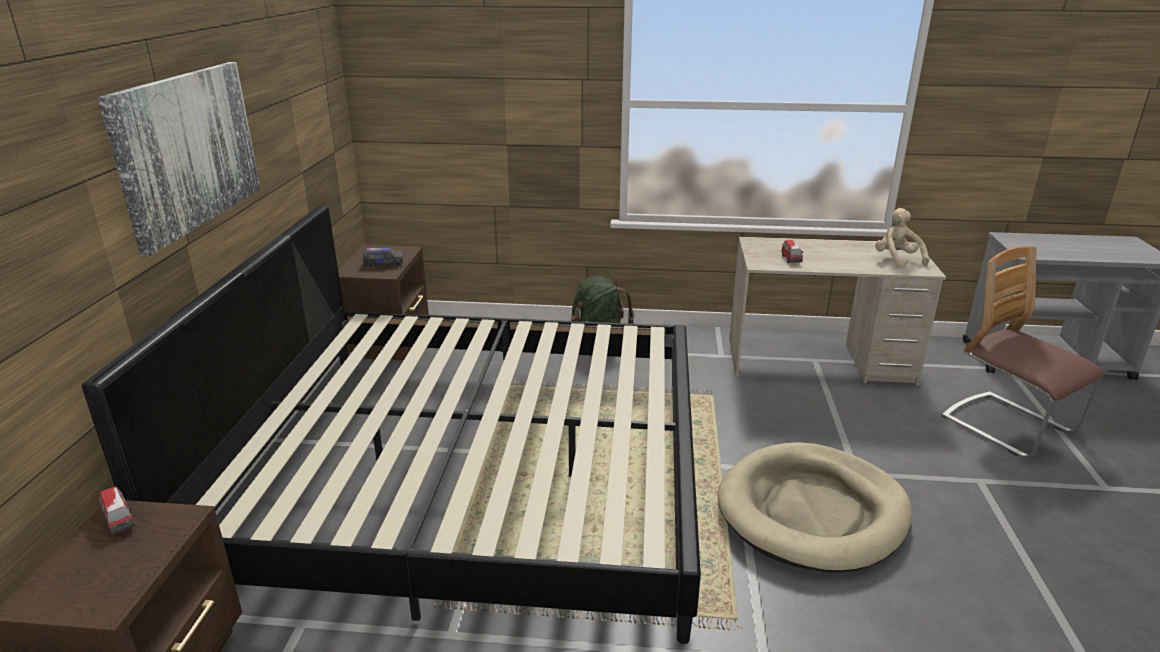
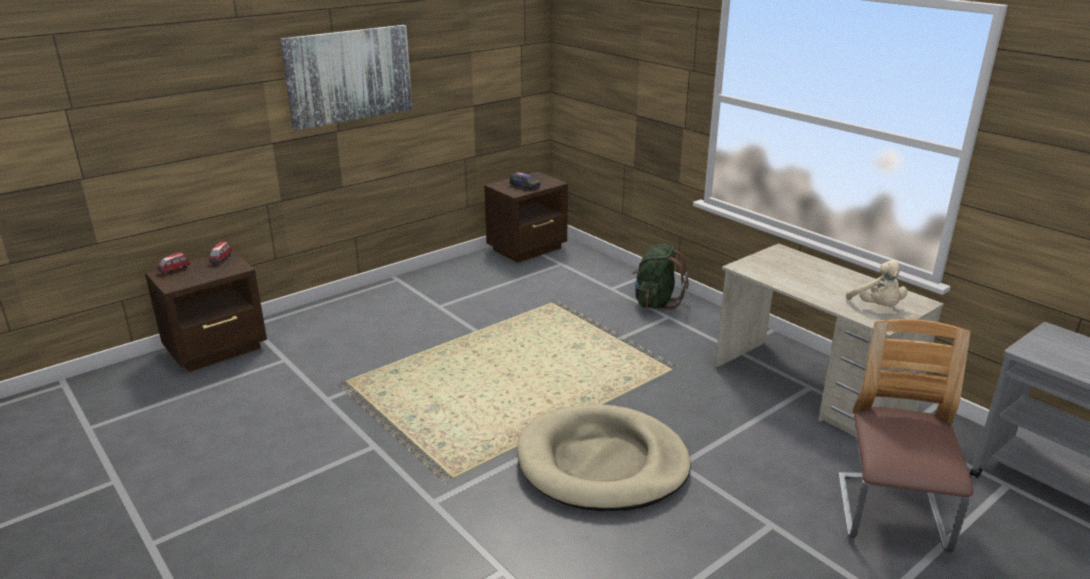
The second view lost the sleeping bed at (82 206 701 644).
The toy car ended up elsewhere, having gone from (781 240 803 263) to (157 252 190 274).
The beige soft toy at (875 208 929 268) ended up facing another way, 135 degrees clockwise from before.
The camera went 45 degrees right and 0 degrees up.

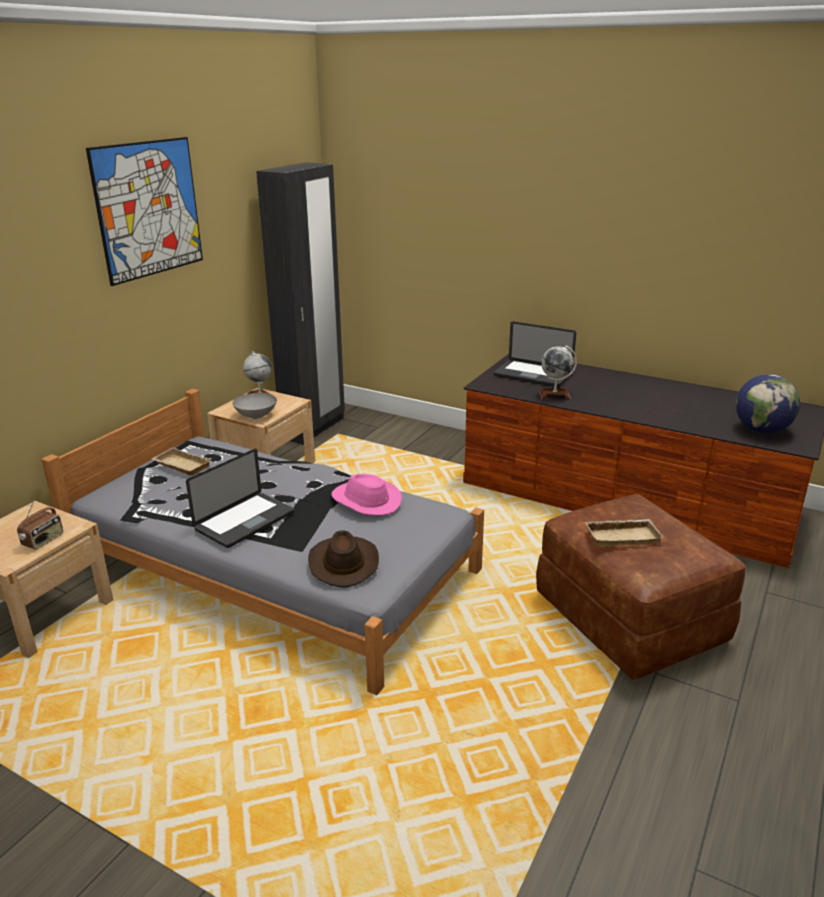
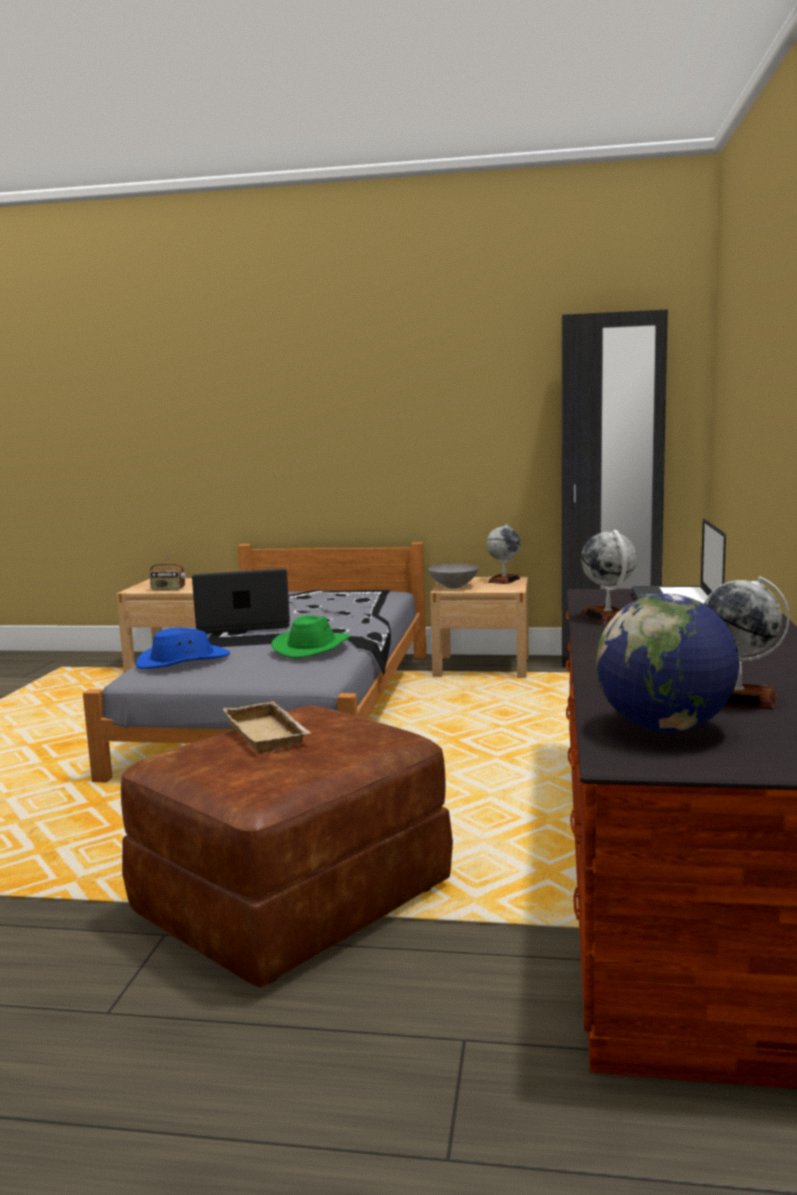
The second view lost the wall art at (86 137 203 286).
The second view lost the beige serving tray at (152 447 212 476).
The second view gained the desk globe at (704 576 790 709).
What was the brownish clothing hat at (308 530 379 587) turned into the blue clothing hat at (136 628 230 669).
What was the pink clothing hat at (331 474 402 516) turned into the green-coloured clothing hat at (271 615 351 658).
The laptop at (186 449 294 548) ended up facing another way, 150 degrees clockwise from before.
The camera went 70 degrees right and 15 degrees down.

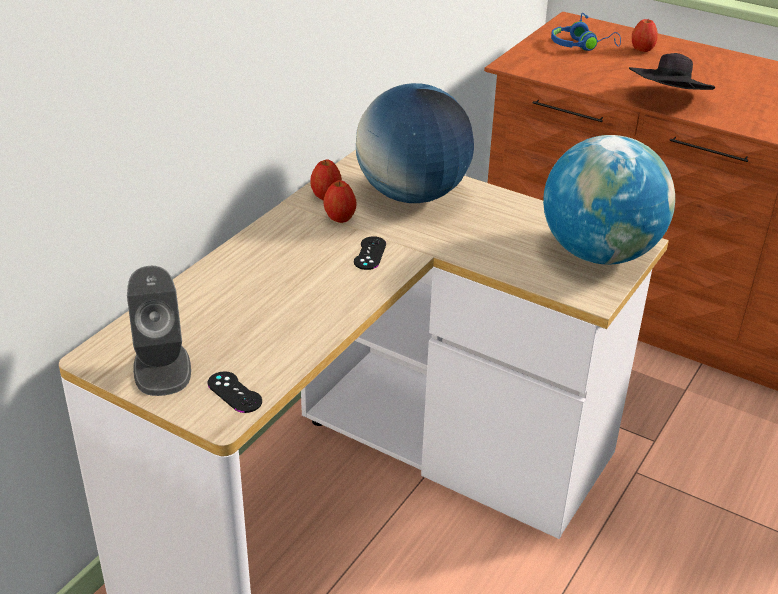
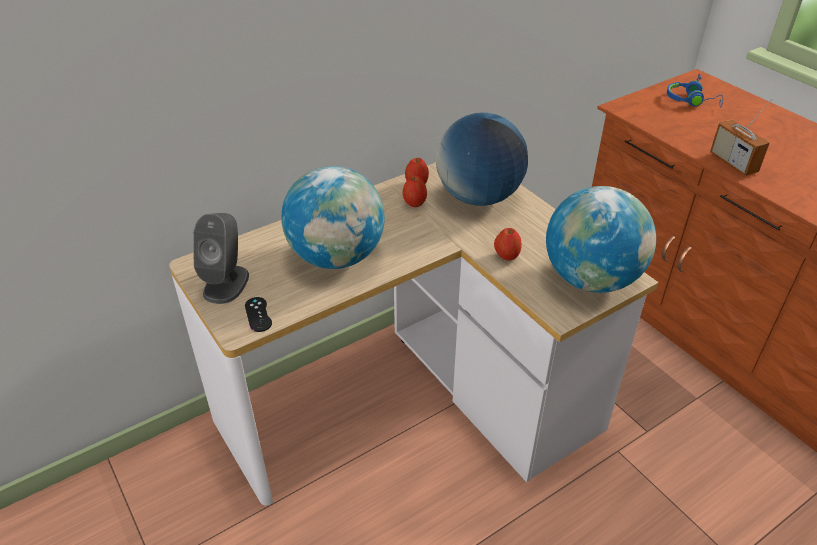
The second view lost the blackish gamepad at (354 236 386 270).
The second view gained the desk globe at (281 166 385 269).
The apple ended up elsewhere, having gone from (632 19 658 52) to (494 228 522 261).
Where the blackish clothing hat stood at (629 53 715 90), the radio receiver came to stand at (710 99 773 176).
The camera went 25 degrees right and 5 degrees up.

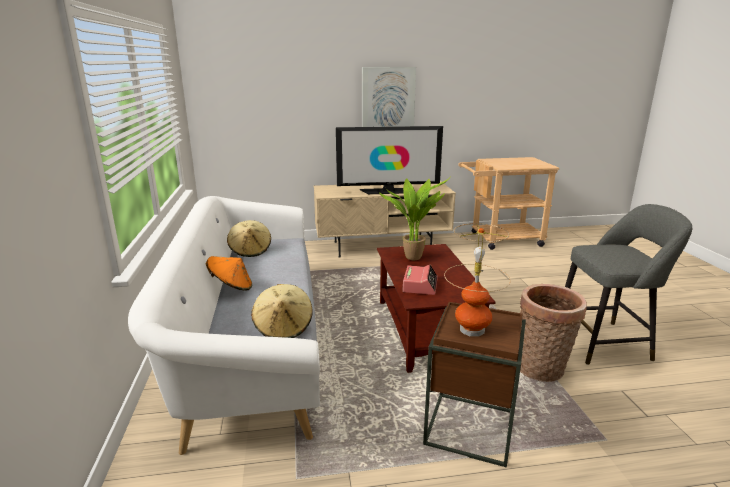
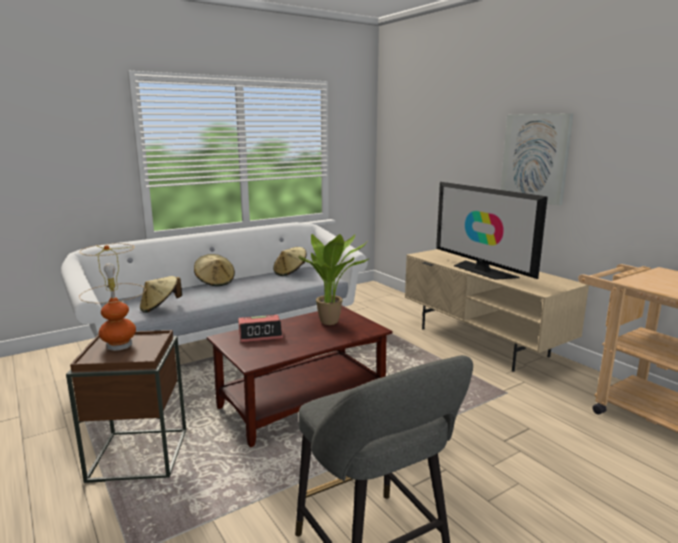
The second view lost the household basket at (520 284 587 382).
What was the orange clothing hat at (206 256 252 290) turned into the beige clothing hat at (194 254 235 286).
The camera went 65 degrees right and 5 degrees down.

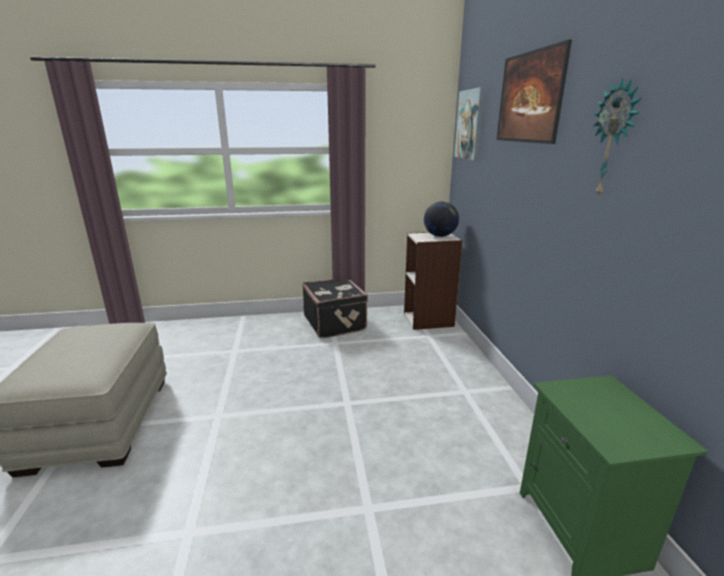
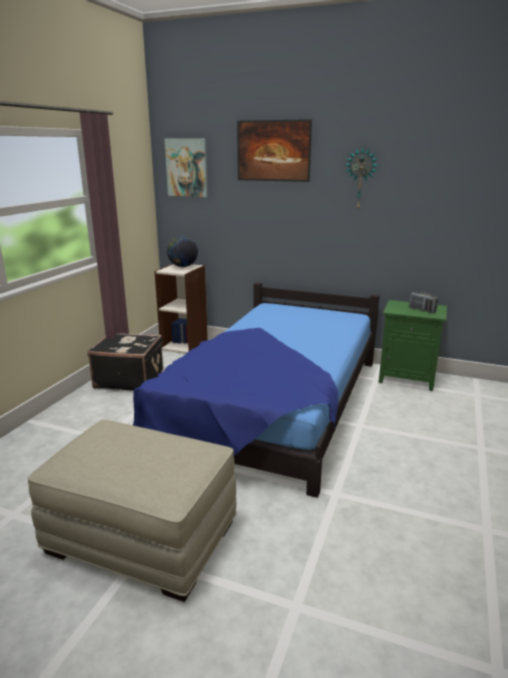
The second view gained the sleeping bed at (133 282 379 498).
The second view gained the radio receiver at (409 292 438 313).
The camera went 60 degrees left and 0 degrees up.

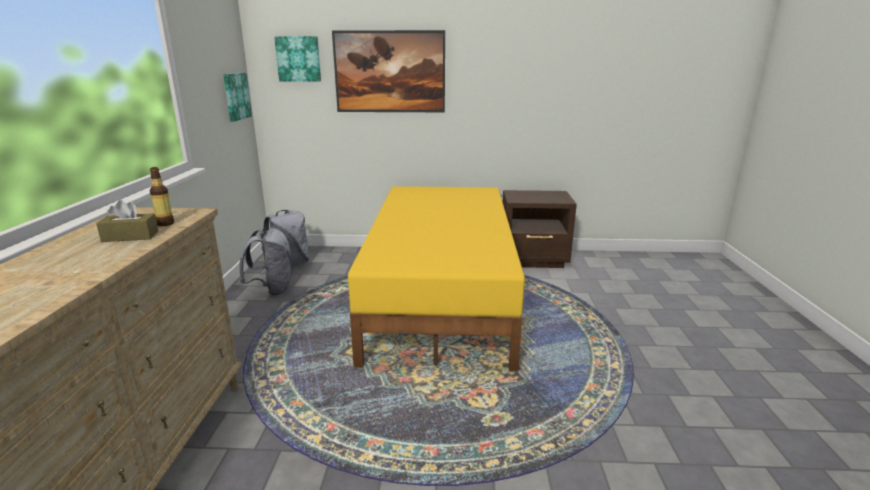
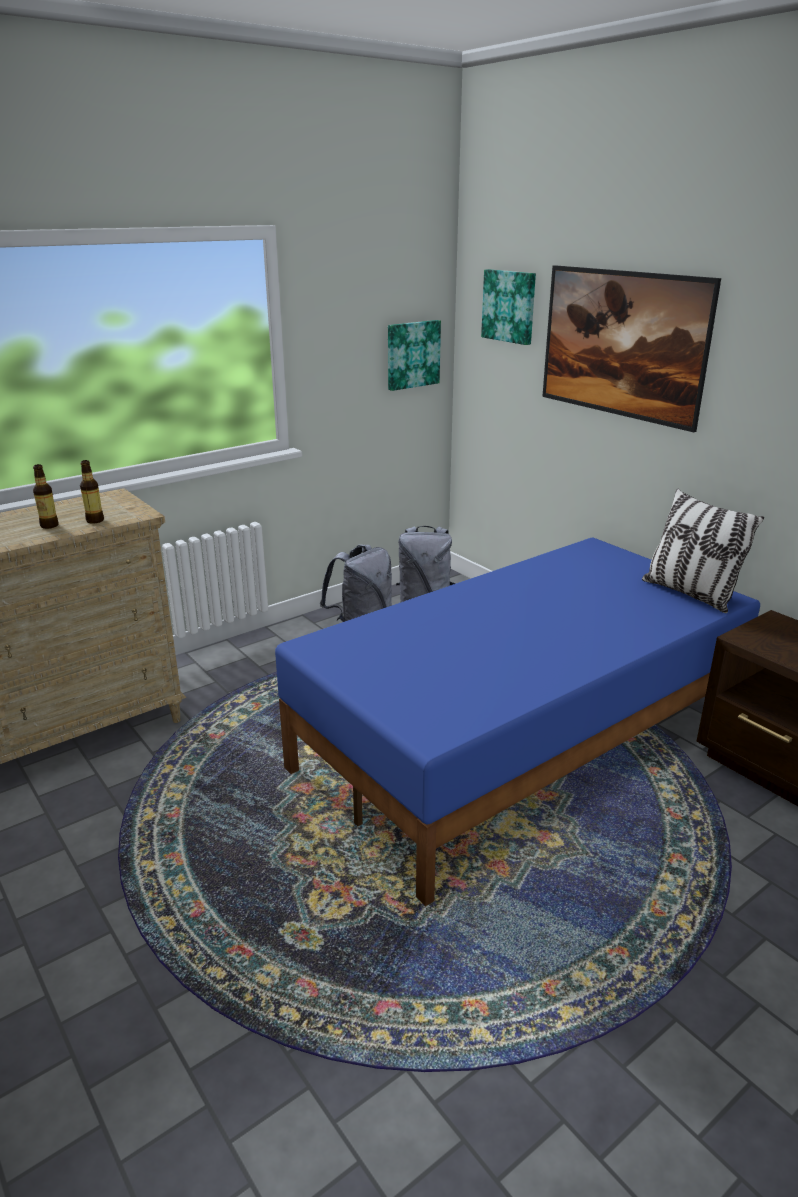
The second view gained the pillow at (642 489 764 613).
Where the brownish tissue box stood at (96 200 158 242), the bottle came to stand at (33 464 59 529).
What was the yellow sleeping bed at (348 186 525 372) turned into the blue sleeping bed at (275 538 760 906).
The camera went 50 degrees right and 5 degrees up.

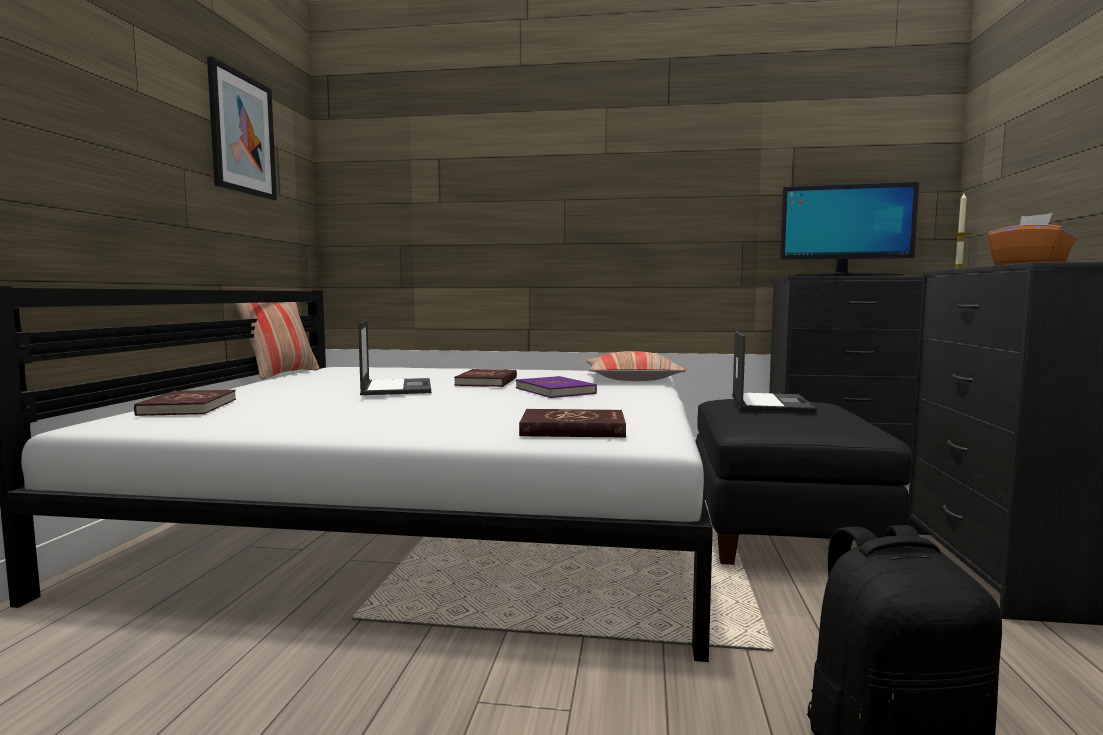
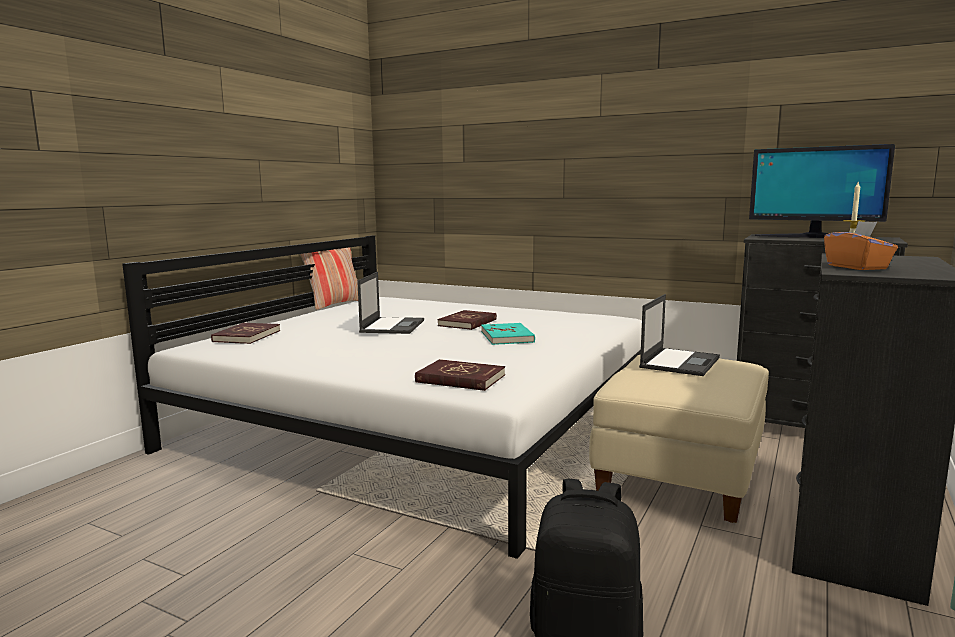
The second view lost the wall art at (207 56 277 201).
The second view lost the pillow at (586 351 686 381).
What was the purple bound book at (516 376 597 398) turned into the blue-green bound book at (481 323 535 345).
What was the blackish pouffe at (696 399 912 565) turned into the beige pouffe at (589 354 769 523).
The camera went 20 degrees right and 5 degrees up.

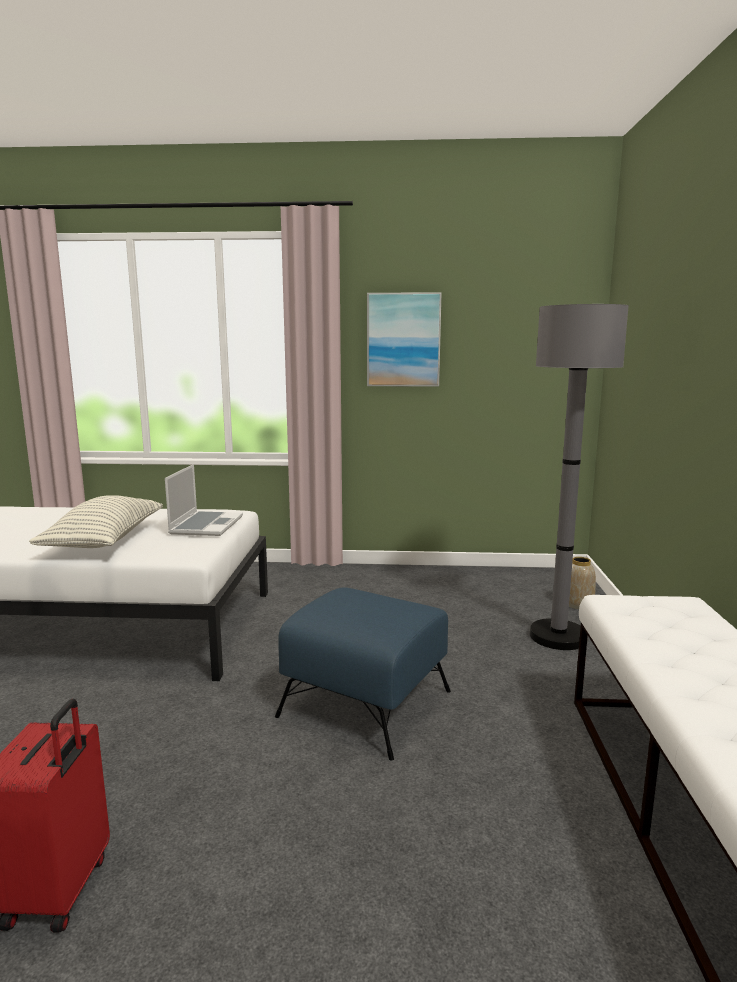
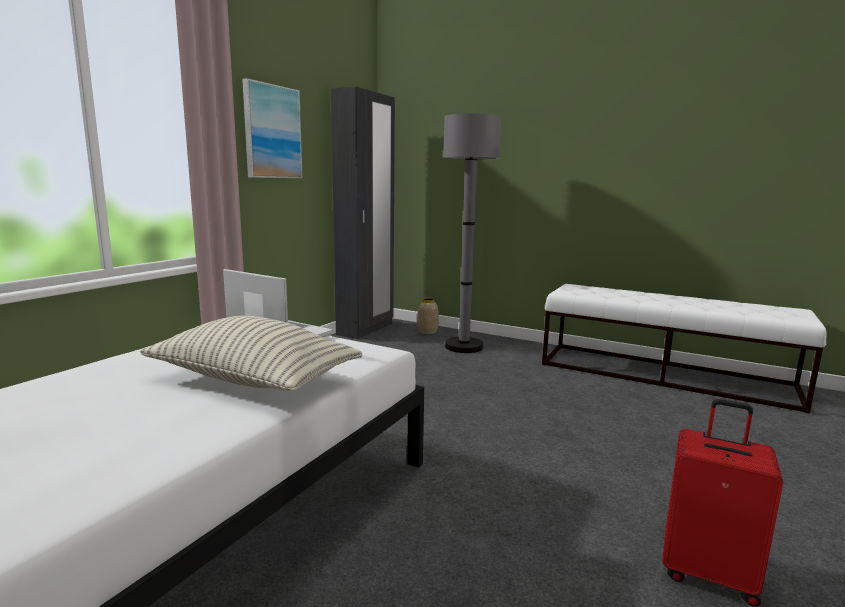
The second view lost the blue pouffe at (275 587 451 761).
The second view gained the blackish wardrobe at (331 87 395 339).
The camera went 65 degrees left and 0 degrees up.

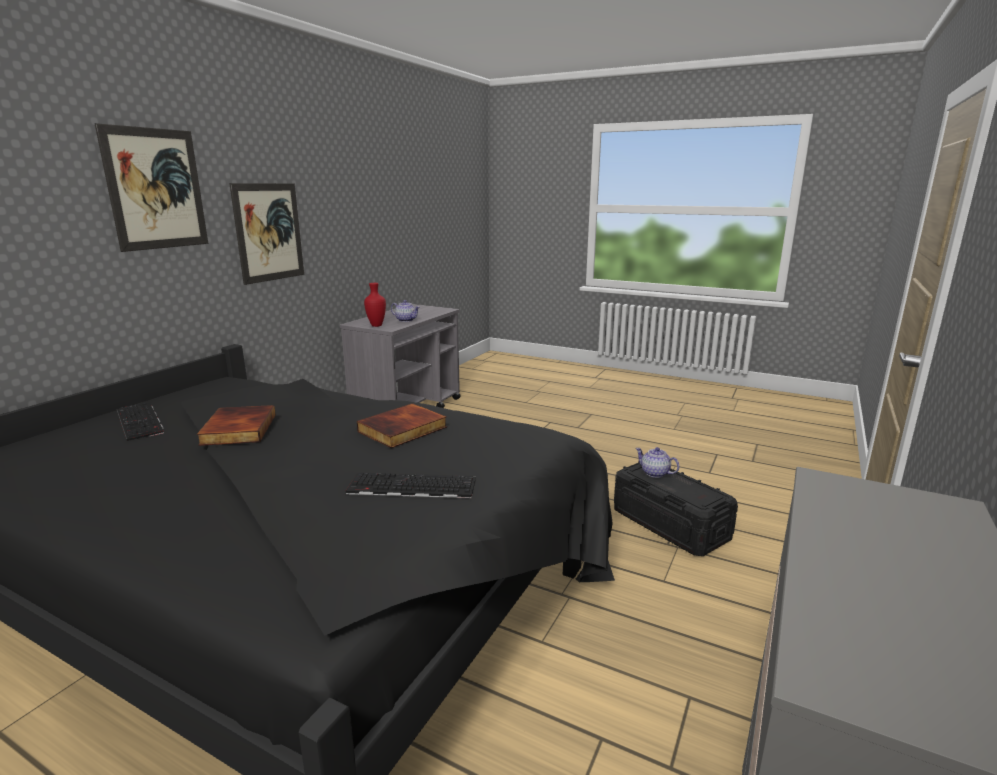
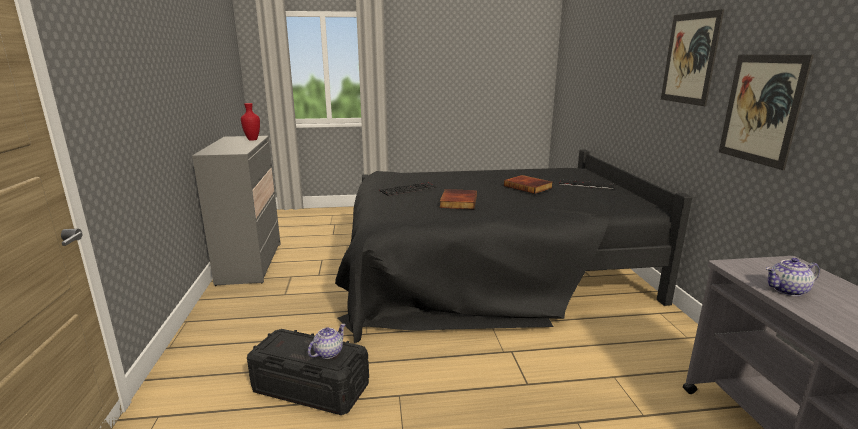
The reddish vase ended up elsewhere, having gone from (364 283 386 327) to (241 103 260 141).
The tea pot at (635 447 679 478) ended up facing another way, 60 degrees counterclockwise from before.
The camera went 145 degrees right and 0 degrees up.

